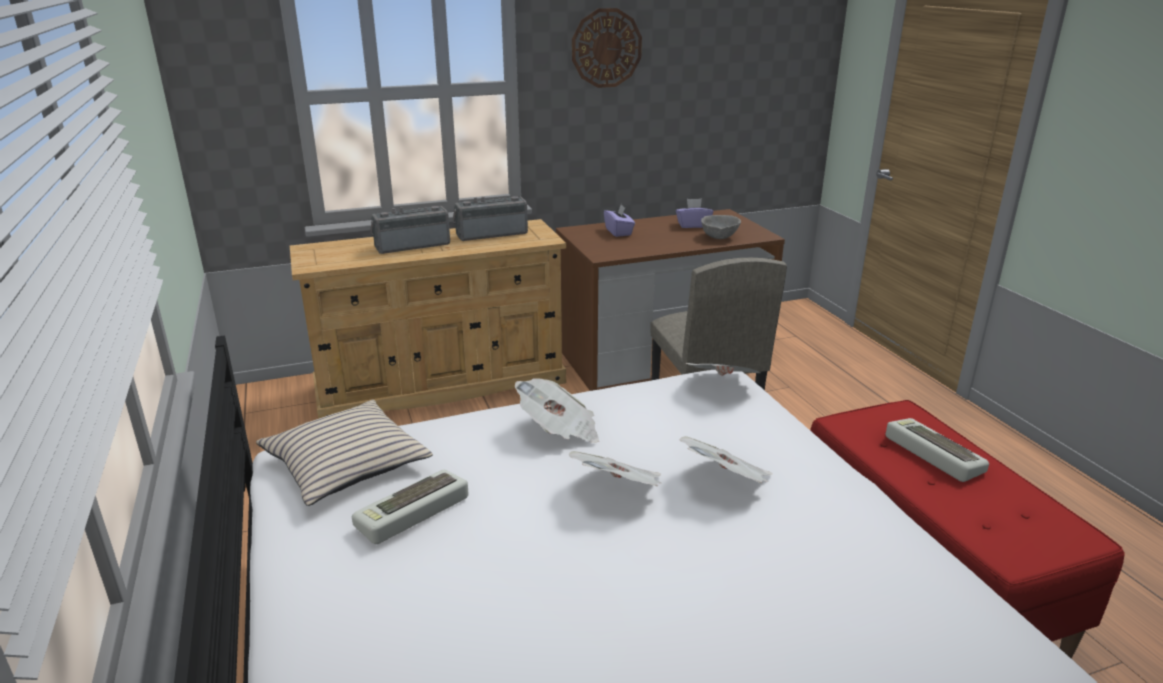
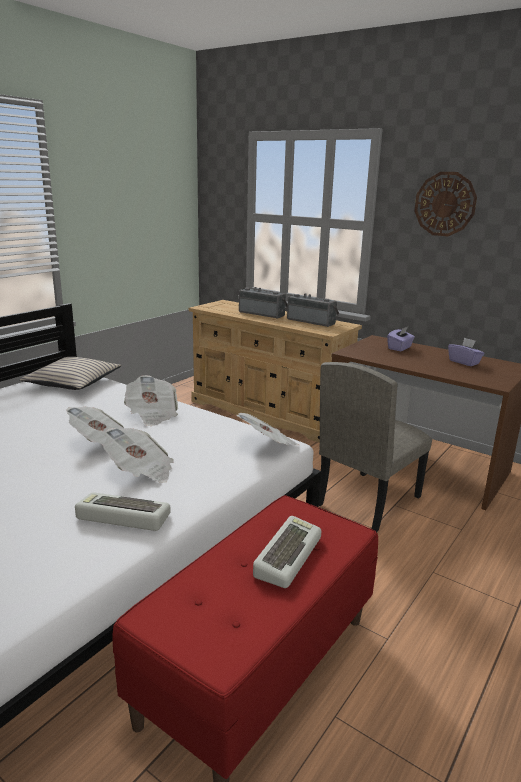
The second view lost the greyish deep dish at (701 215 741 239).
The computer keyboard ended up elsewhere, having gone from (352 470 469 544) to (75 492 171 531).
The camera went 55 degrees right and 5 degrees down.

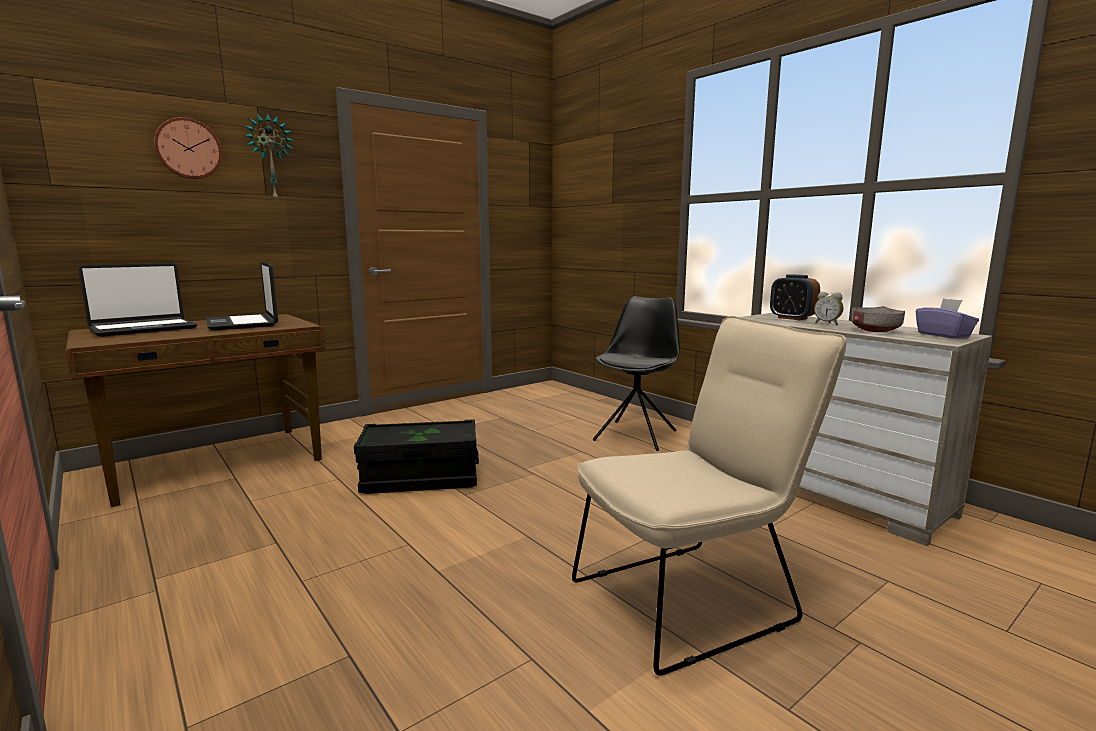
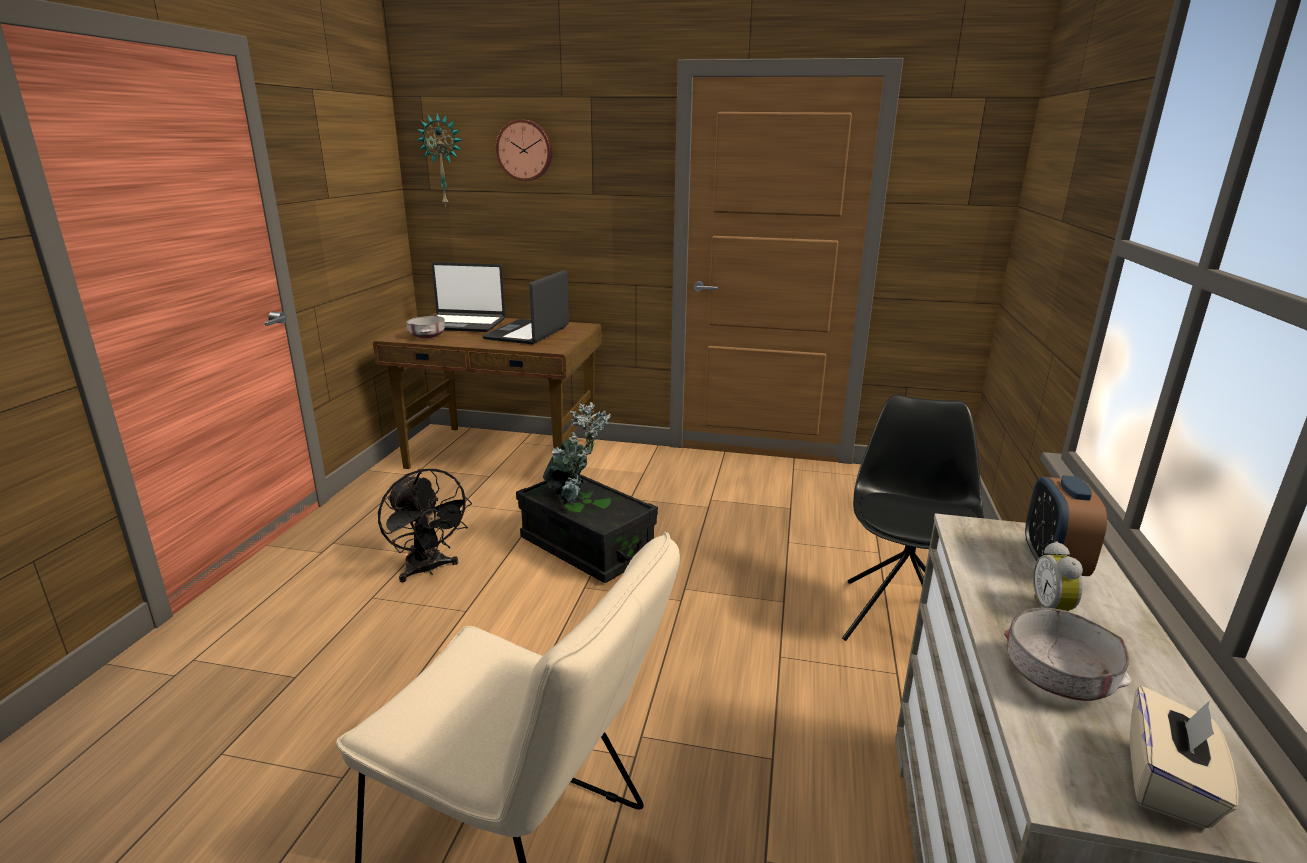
The second view gained the blackish electric fan at (378 469 472 582).
The second view gained the greyish deep dish at (406 316 445 339).
The second view gained the potted plant at (543 402 611 505).
The wall clock ended up elsewhere, having gone from (244 112 294 202) to (417 113 461 207).
What was the purple tissue box at (915 298 979 338) turned into the beige tissue box at (1130 686 1238 828).
The blackish chair at (593 296 680 451) ended up facing another way, 60 degrees counterclockwise from before.
The camera went 50 degrees right and 10 degrees up.

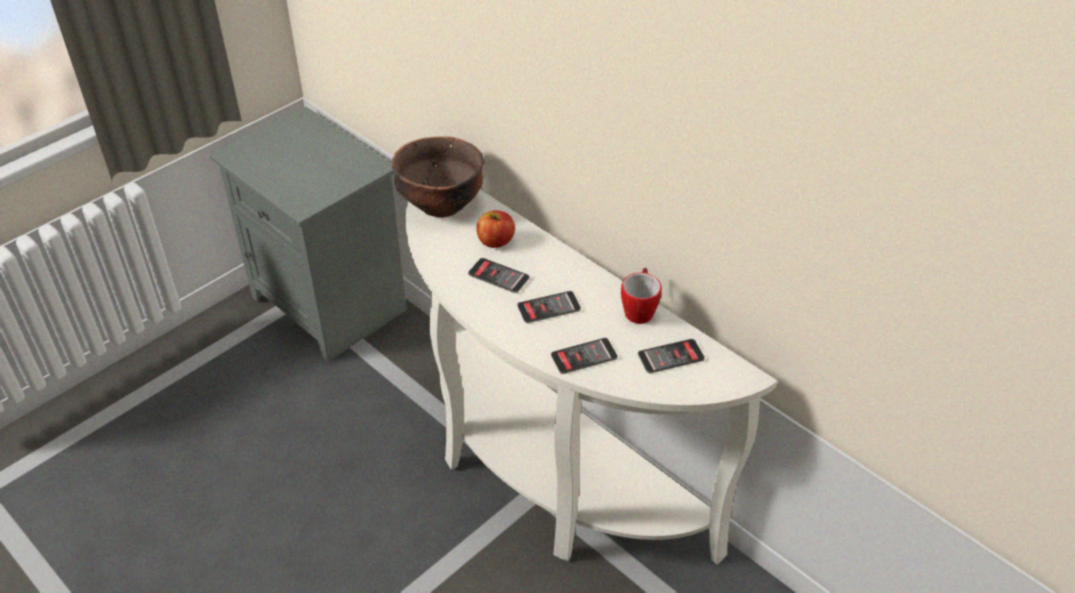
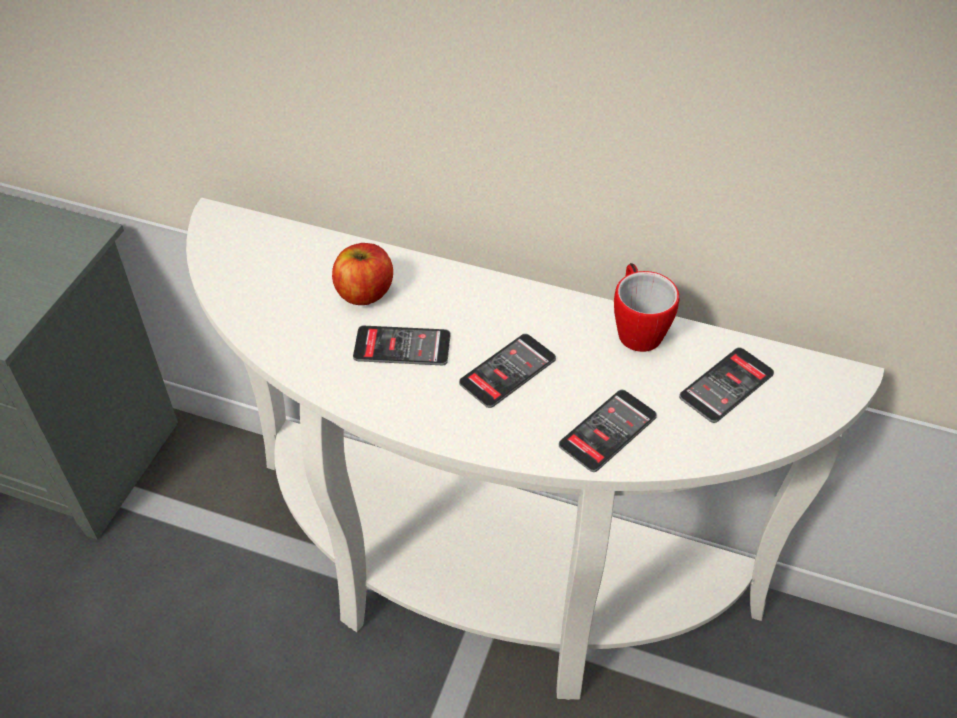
The second view lost the brownish deep dish at (392 136 484 217).
The camera went 25 degrees left and 5 degrees up.

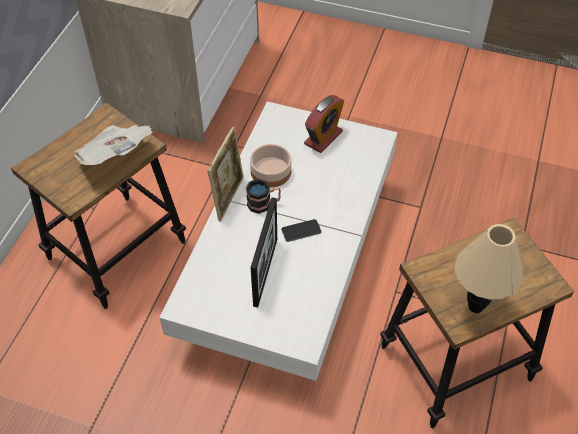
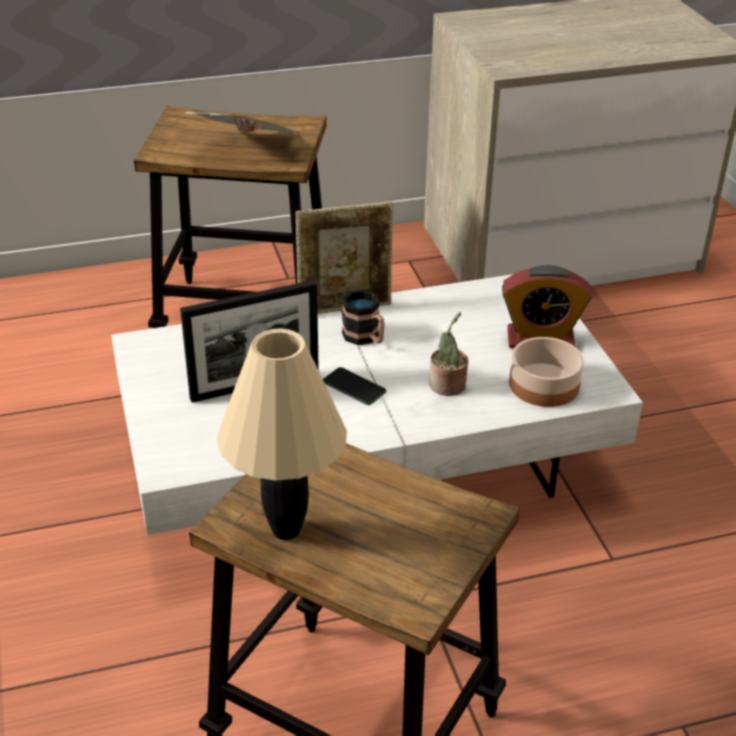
The second view gained the potted plant at (429 312 468 396).
The deep dish ended up elsewhere, having gone from (250 144 291 187) to (509 337 584 407).
The camera went 55 degrees right and 15 degrees down.

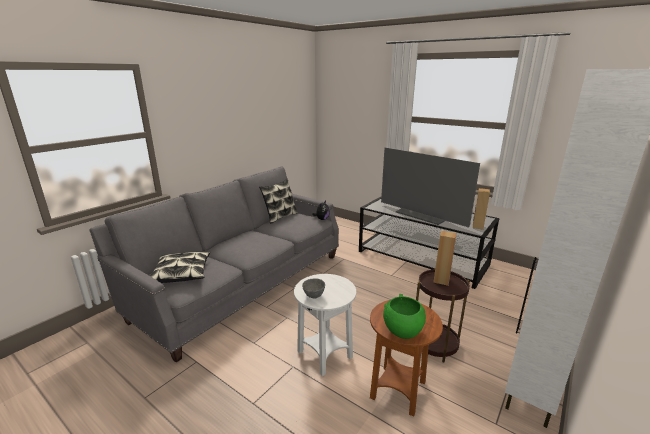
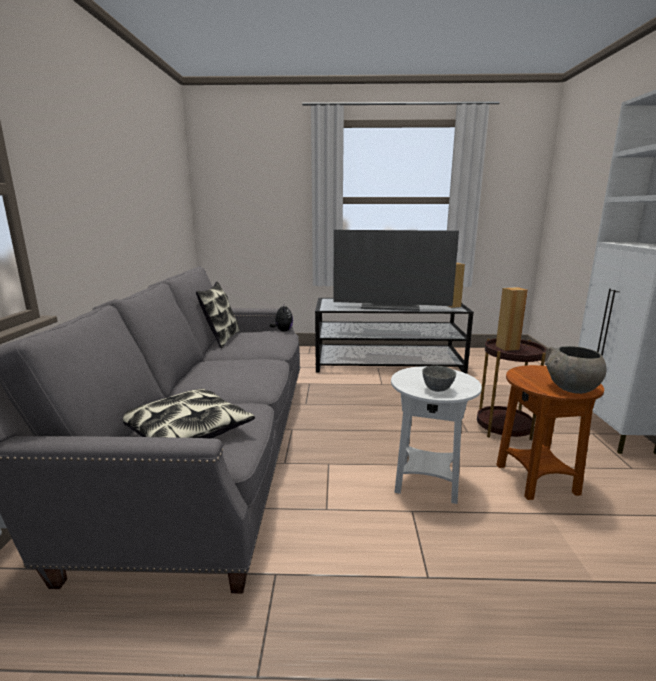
What was the green-coloured deep dish at (383 294 426 339) turned into the greyish deep dish at (545 346 606 394).
The camera went 35 degrees left and 5 degrees down.

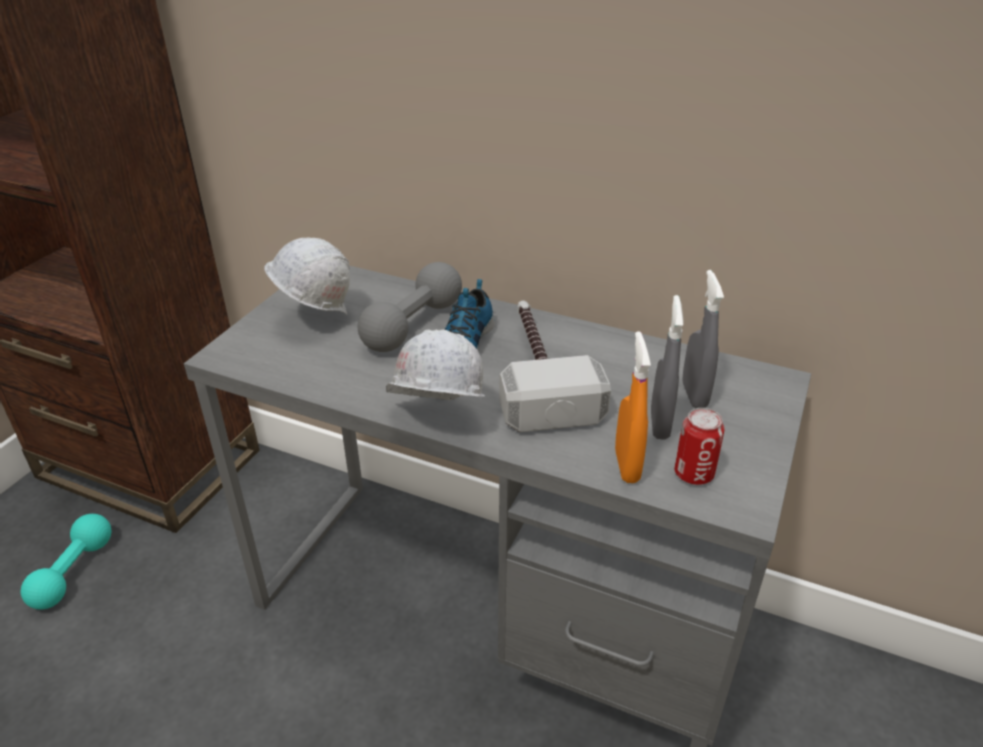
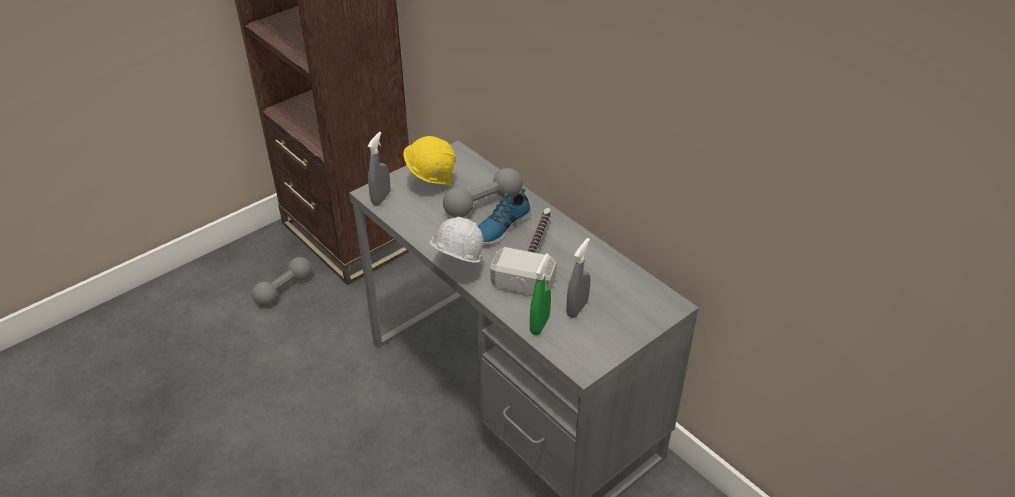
The second view lost the sealed can at (674 408 725 485).
The greyish sprayer ended up elsewhere, having gone from (682 270 724 408) to (368 132 390 206).
What was the blue-green free weight at (21 514 111 610) turned into the greyish free weight at (252 257 312 306).
What was the white work helmet at (264 238 350 315) turned into the yellow work helmet at (403 136 456 186).
What was the orange sprayer at (615 331 651 483) turned into the green-coloured sprayer at (530 253 551 335).
The camera went 25 degrees right and 5 degrees up.

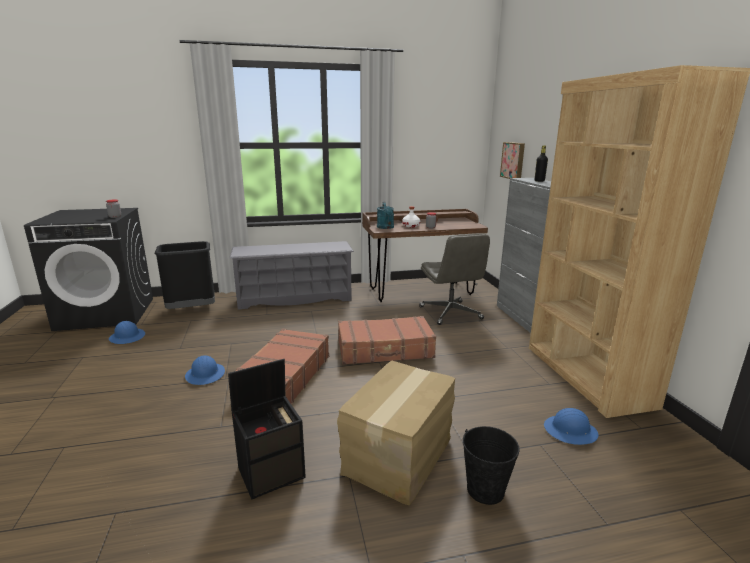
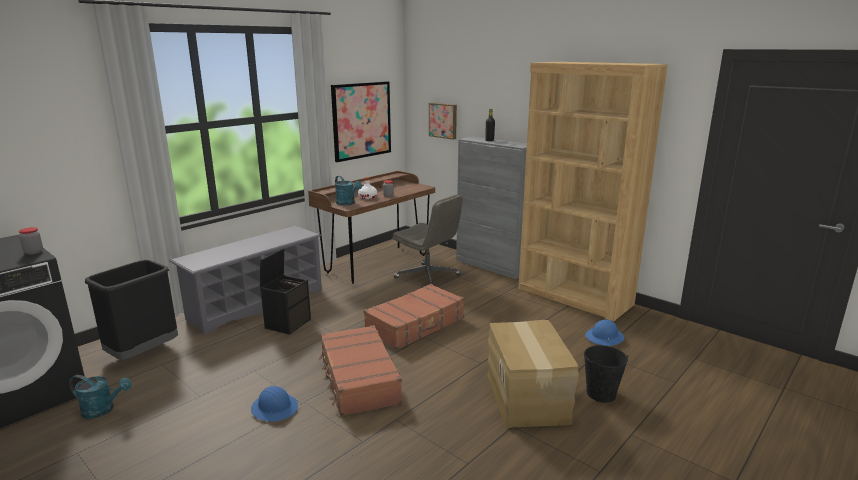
The second view gained the wall art at (331 81 391 162).
The blackish storage box ended up elsewhere, having gone from (228 359 306 499) to (260 248 311 335).
Where the blue work helmet stood at (109 321 145 344), the blue-green watering can came to stand at (69 375 132 419).
The camera went 35 degrees left and 0 degrees up.

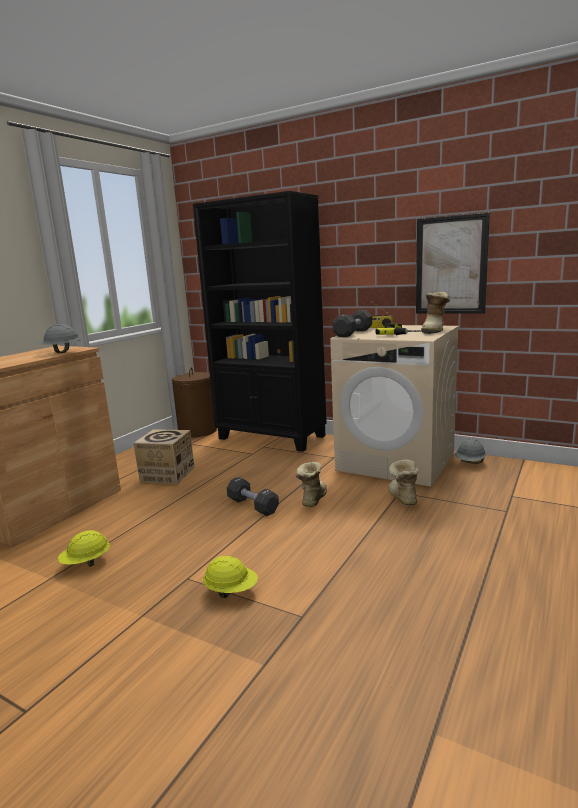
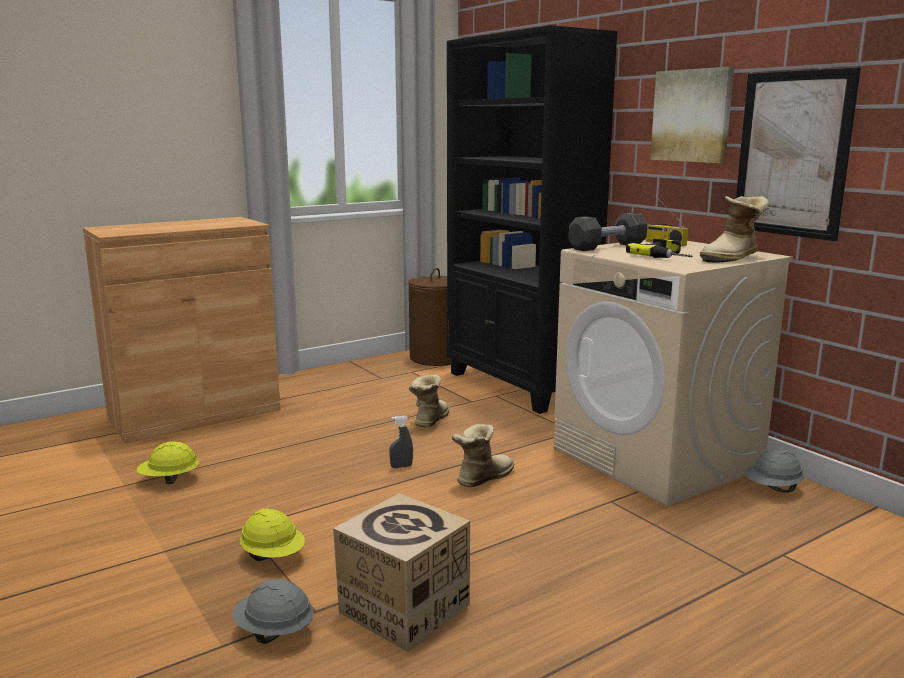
The second view gained the wall art at (650 67 734 163).
The greyish work helmet ended up elsewhere, having gone from (36 324 81 353) to (233 579 314 644).
The packing box ended up elsewhere, having gone from (133 429 195 484) to (333 493 470 652).
The high-top boot ended up elsewhere, having gone from (388 459 419 505) to (409 375 449 427).
Where the blackish free weight stood at (227 477 279 516), the greyish sprayer came to stand at (389 416 413 468).
The camera went 25 degrees right and 0 degrees up.

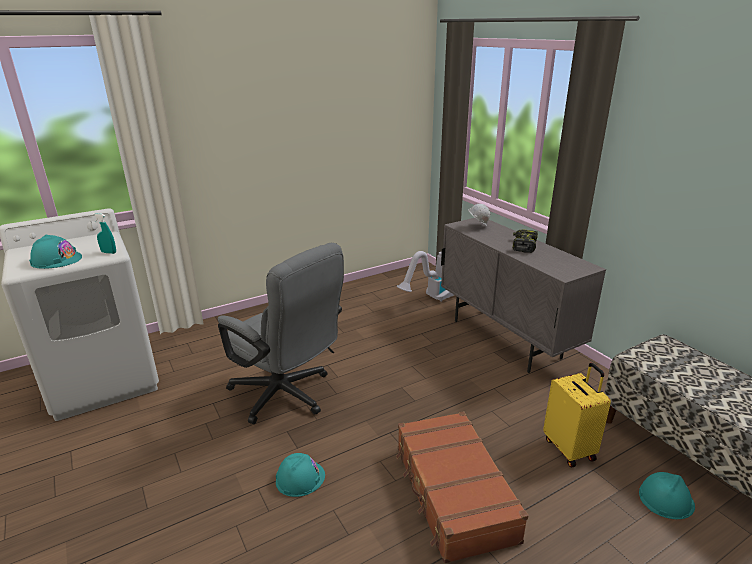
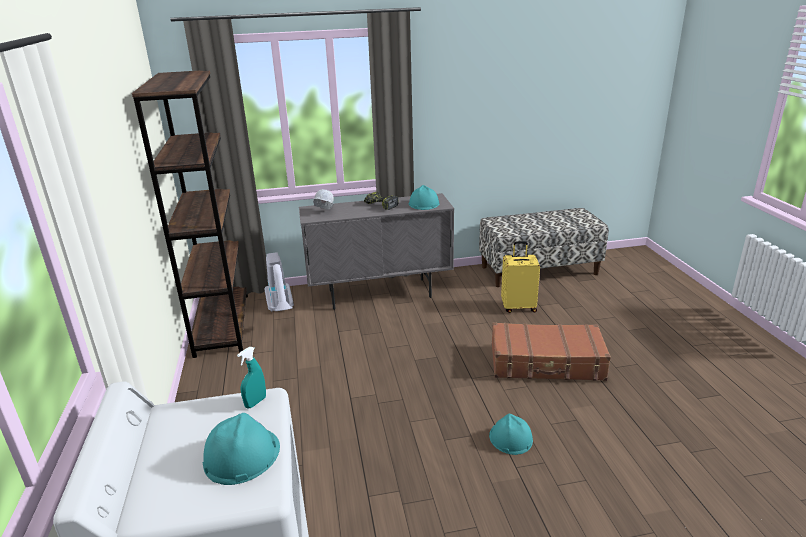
The second view lost the greyish office chair at (218 243 344 424).
The second view gained the brownish shelving unit at (132 71 248 358).
The blue-green work helmet ended up elsewhere, having gone from (639 472 695 519) to (409 185 440 210).
The camera went 70 degrees left and 0 degrees up.

